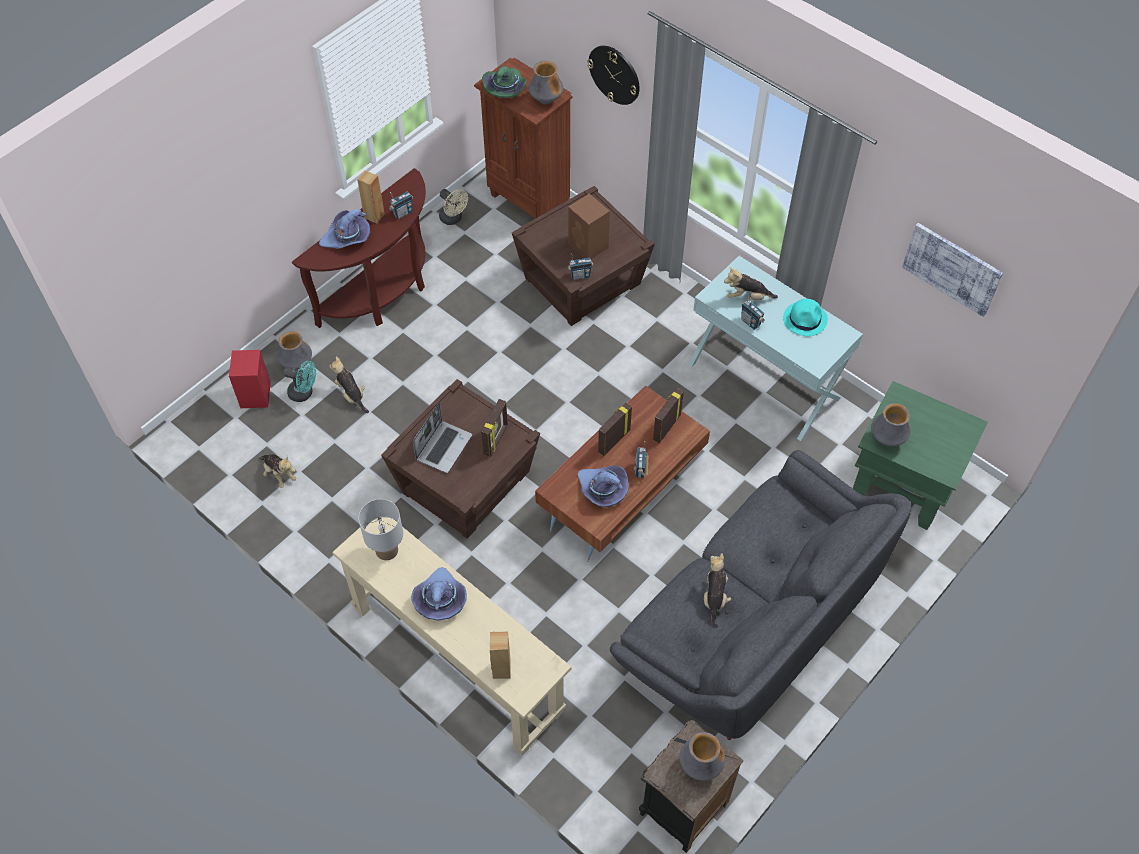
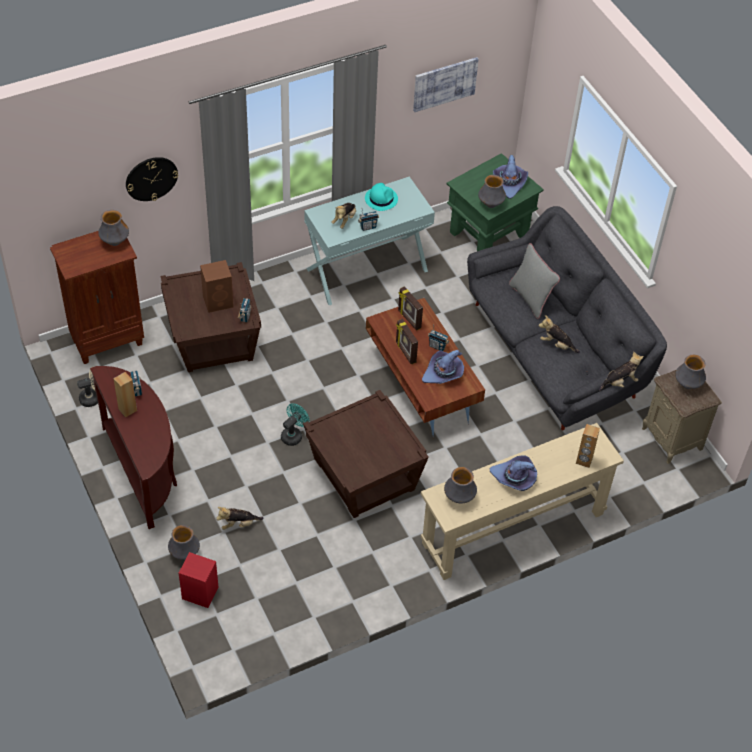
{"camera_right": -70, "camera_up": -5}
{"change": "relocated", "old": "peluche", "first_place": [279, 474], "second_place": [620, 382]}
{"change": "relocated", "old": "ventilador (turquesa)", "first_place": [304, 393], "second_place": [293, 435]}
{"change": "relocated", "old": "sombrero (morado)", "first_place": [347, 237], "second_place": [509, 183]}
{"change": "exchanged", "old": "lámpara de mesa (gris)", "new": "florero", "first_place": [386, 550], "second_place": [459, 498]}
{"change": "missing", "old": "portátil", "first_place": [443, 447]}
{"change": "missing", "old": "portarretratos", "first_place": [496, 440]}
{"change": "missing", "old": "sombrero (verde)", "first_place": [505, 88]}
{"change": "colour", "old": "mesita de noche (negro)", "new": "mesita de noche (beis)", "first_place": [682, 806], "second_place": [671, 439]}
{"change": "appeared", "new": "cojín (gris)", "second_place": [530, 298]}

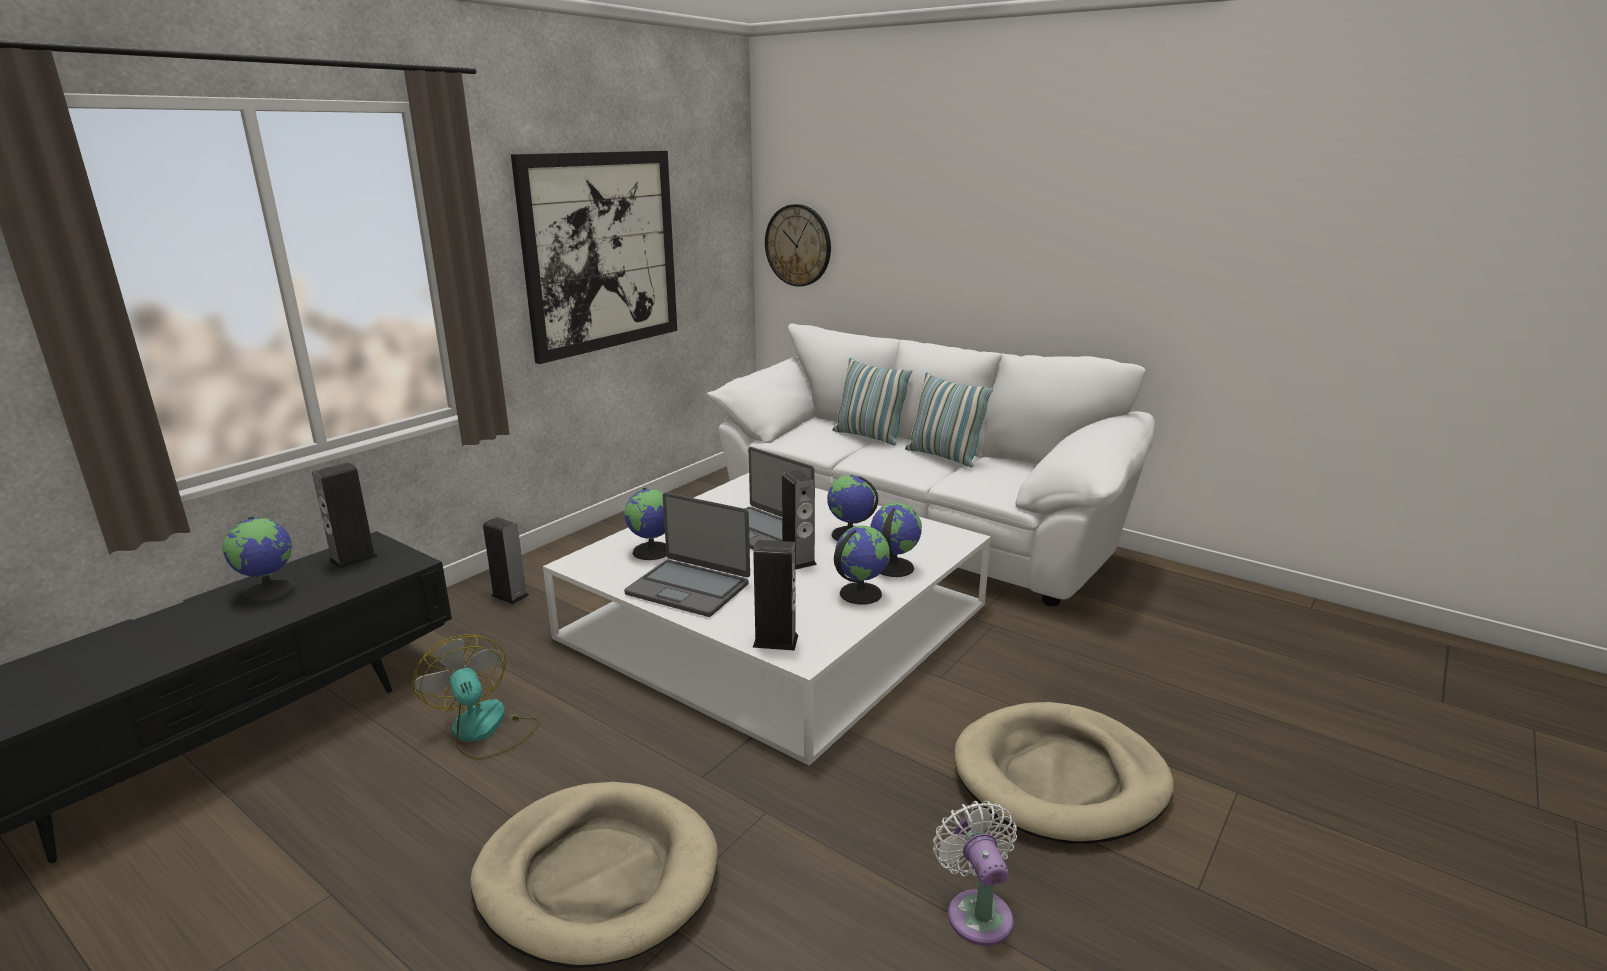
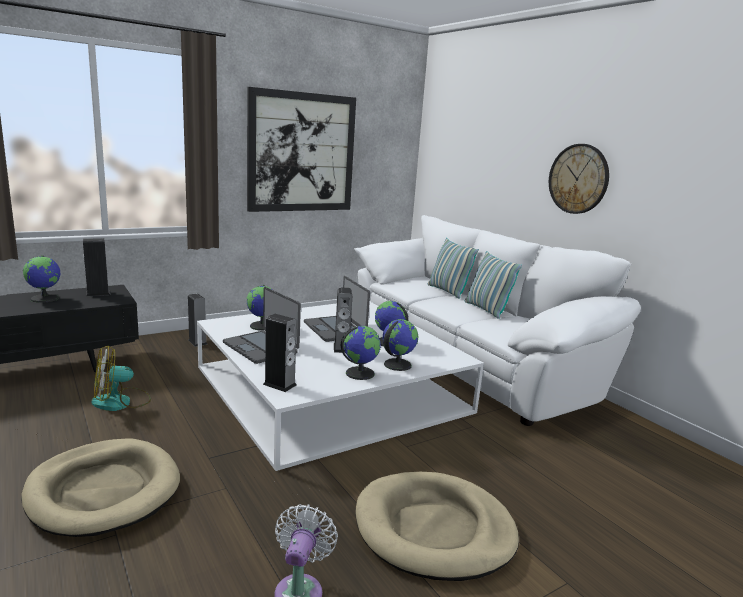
{"camera_right": 20, "camera_up": -5}
{"change": "spun", "old": "ventilador", "first_place": [484, 730], "second_place": [121, 402], "degrees": -105}
{"change": "relocated", "old": "reloj de pared", "first_place": [798, 245], "second_place": [578, 179]}

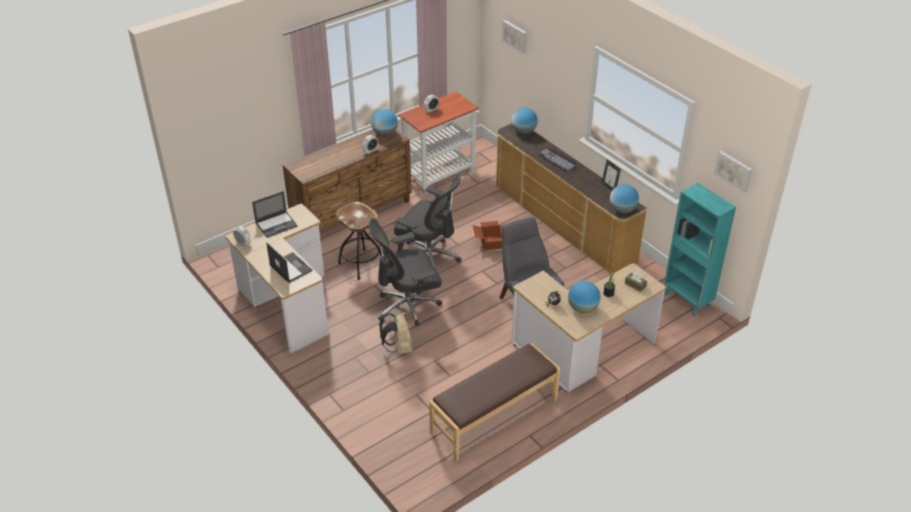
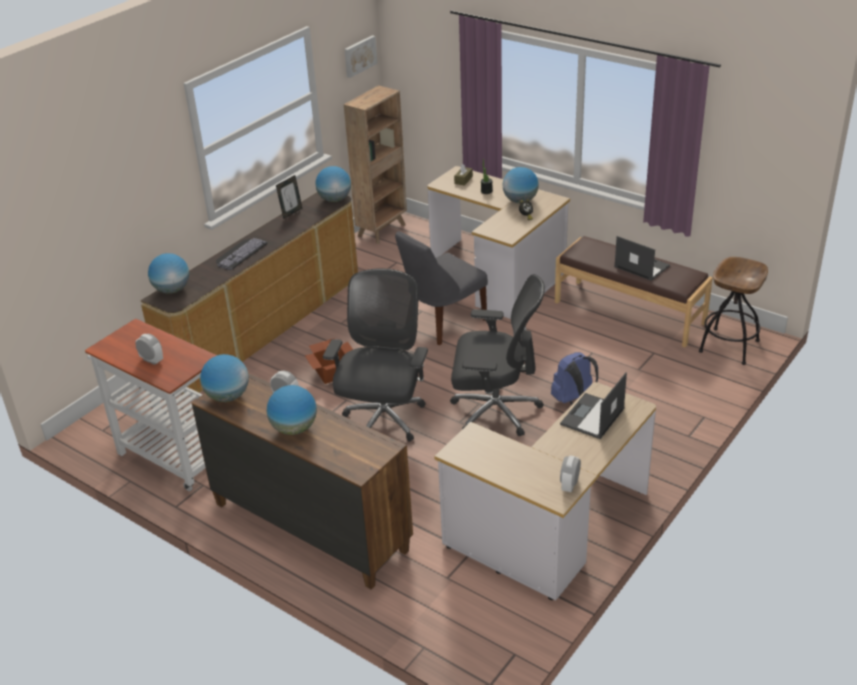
{"camera_right": -105, "camera_up": -5}
{"change": "relocated", "old": "portátil", "first_place": [276, 224], "second_place": [641, 266]}
{"change": "relocated", "old": "taburete (marrón)", "first_place": [361, 264], "second_place": [729, 346]}
{"change": "spun", "old": "silla de oficina", "first_place": [408, 306], "second_place": [494, 412], "degrees": -45}
{"change": "colour", "old": "mochila (beis)", "new": "mochila (azul)", "first_place": [398, 348], "second_place": [574, 401]}
{"change": "missing", "old": "cuadro", "first_place": [515, 36]}
{"change": "colour", "old": "estantería (turquesa)", "new": "estantería (marrón)", "first_place": [687, 300], "second_place": [382, 230]}
{"change": "appeared", "new": "globo terráqueo", "second_place": [294, 429]}

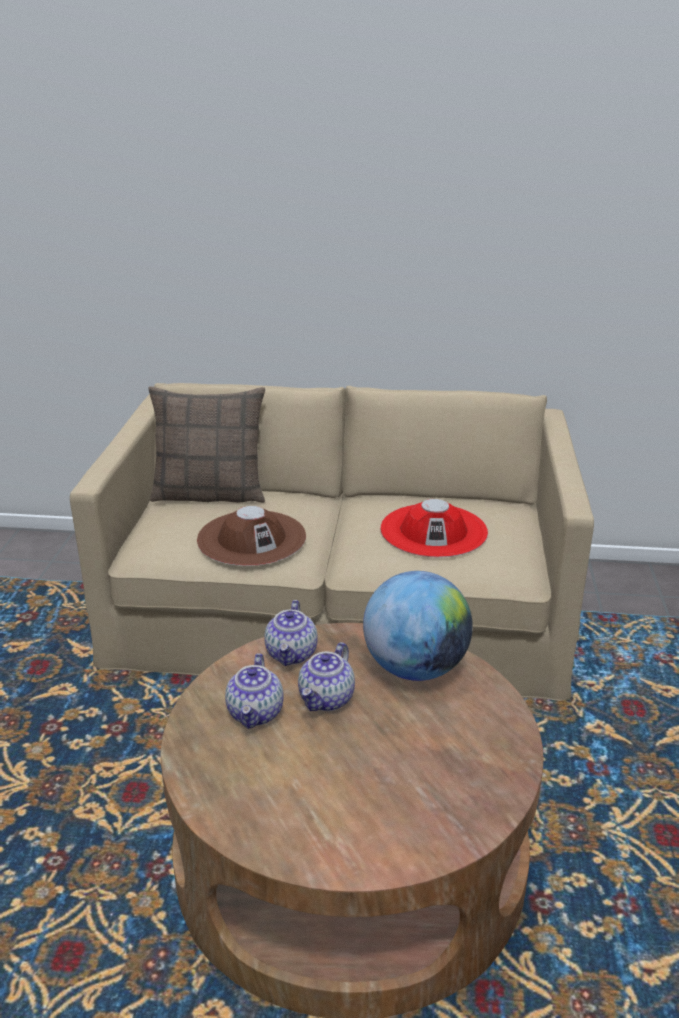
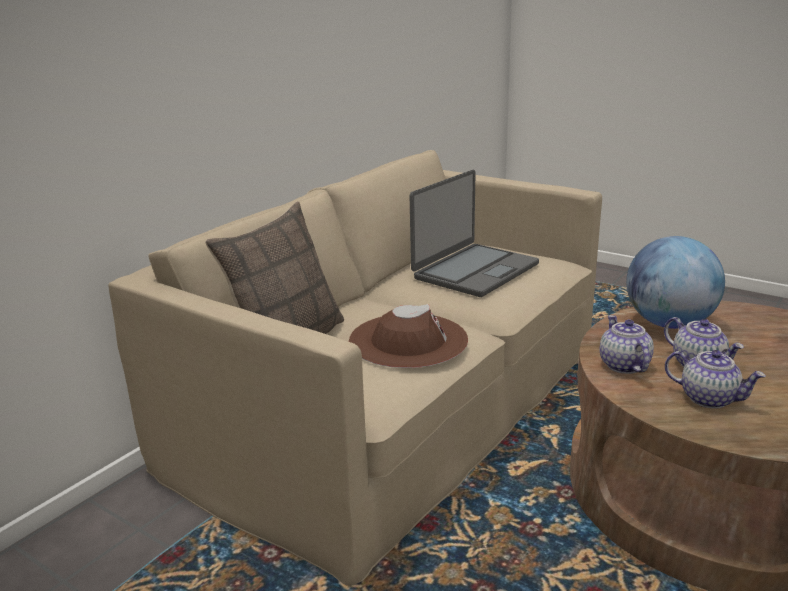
{"camera_right": -60, "camera_up": -5}
{"change": "spun", "old": "tetera", "first_place": [292, 654], "second_place": [623, 365], "degrees": -135}
{"change": "exchanged", "old": "sombrero (rojo)", "new": "portátil", "first_place": [433, 531], "second_place": [474, 271]}

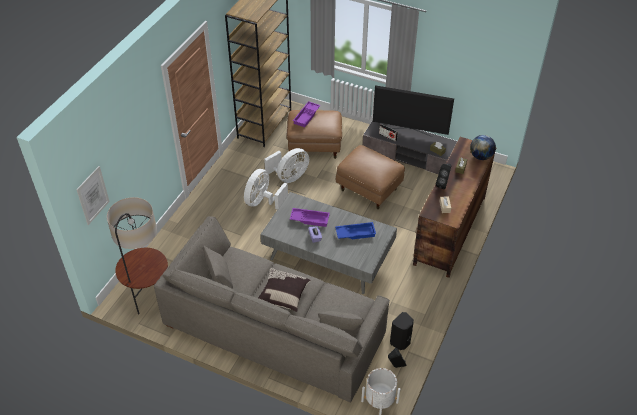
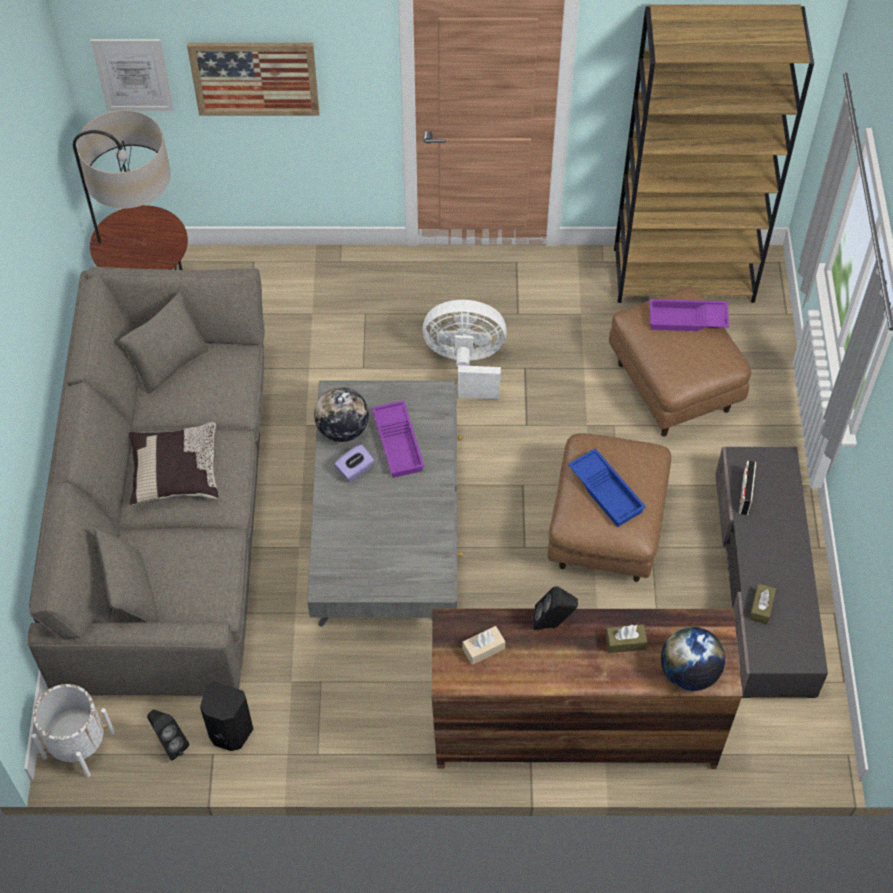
{"camera_right": 65, "camera_up": 10}
{"change": "missing", "old": "ventilador (blanco)", "first_place": [289, 177]}
{"change": "relocated", "old": "bandeja (azul)", "first_place": [355, 233], "second_place": [607, 491]}
{"change": "missing", "old": "televisor", "first_place": [409, 132]}
{"change": "appeared", "new": "cuadro", "second_place": [255, 78]}
{"change": "appeared", "new": "globo terráqueo", "second_place": [342, 430]}

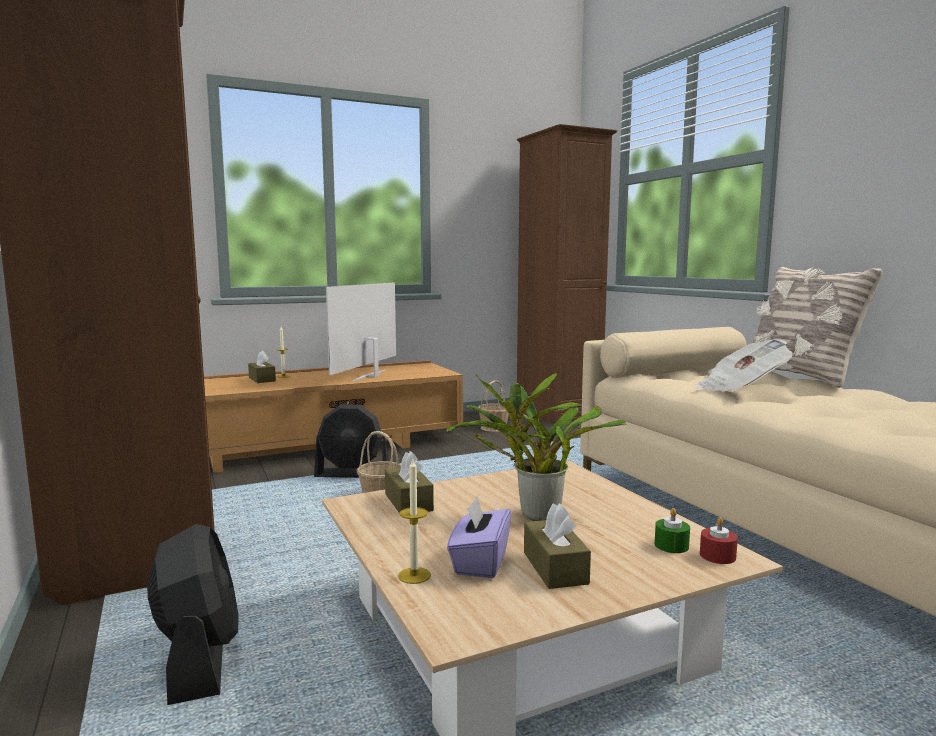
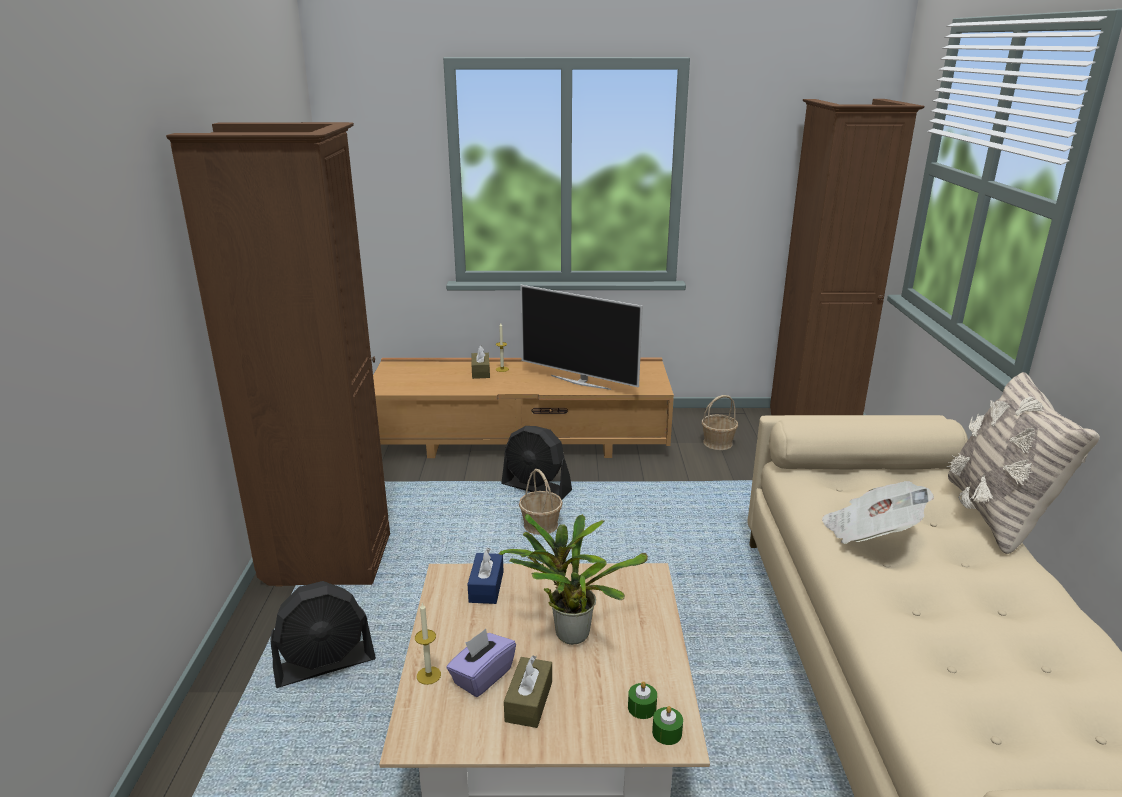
{"camera_right": 25, "camera_up": 15}
{"change": "spun", "old": "ventilador (negro)", "first_place": [199, 659], "second_place": [325, 664], "degrees": 60}
{"change": "spun", "old": "televisor", "first_place": [371, 376], "second_place": [581, 382], "degrees": -105}
{"change": "colour", "old": "caja de pañuelos (marrón)", "new": "caja de pañuelos (azul)", "first_place": [408, 502], "second_place": [486, 587]}
{"change": "colour", "old": "vela (rojo)", "new": "vela (verde)", "first_place": [717, 556], "second_place": [667, 733]}

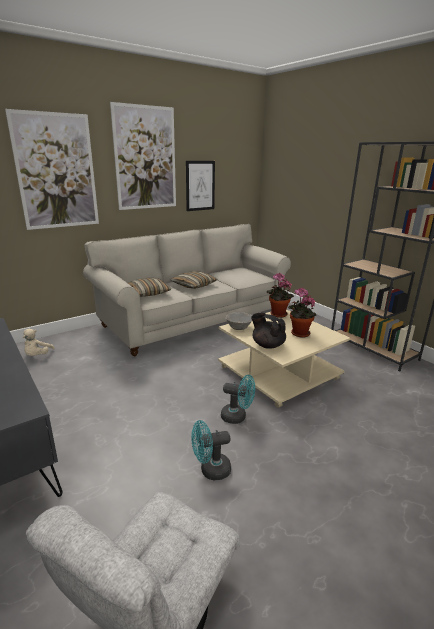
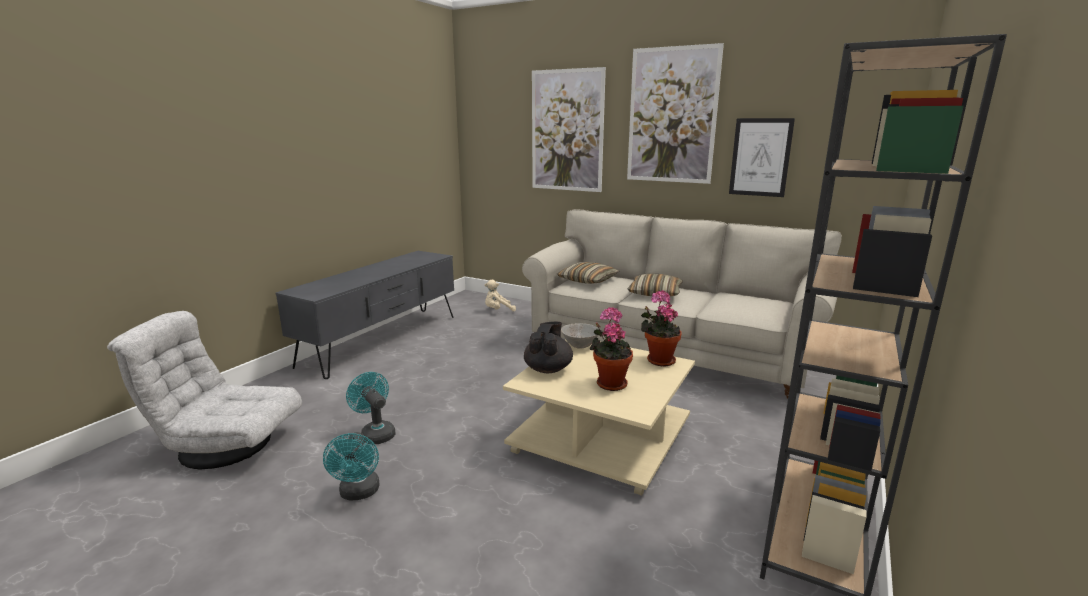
{"camera_right": 65, "camera_up": -5}
{"change": "relocated", "old": "ventilador (turquesa)", "first_place": [237, 417], "second_place": [359, 493]}

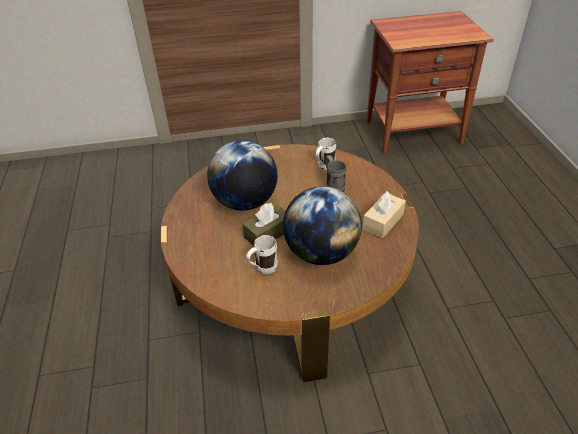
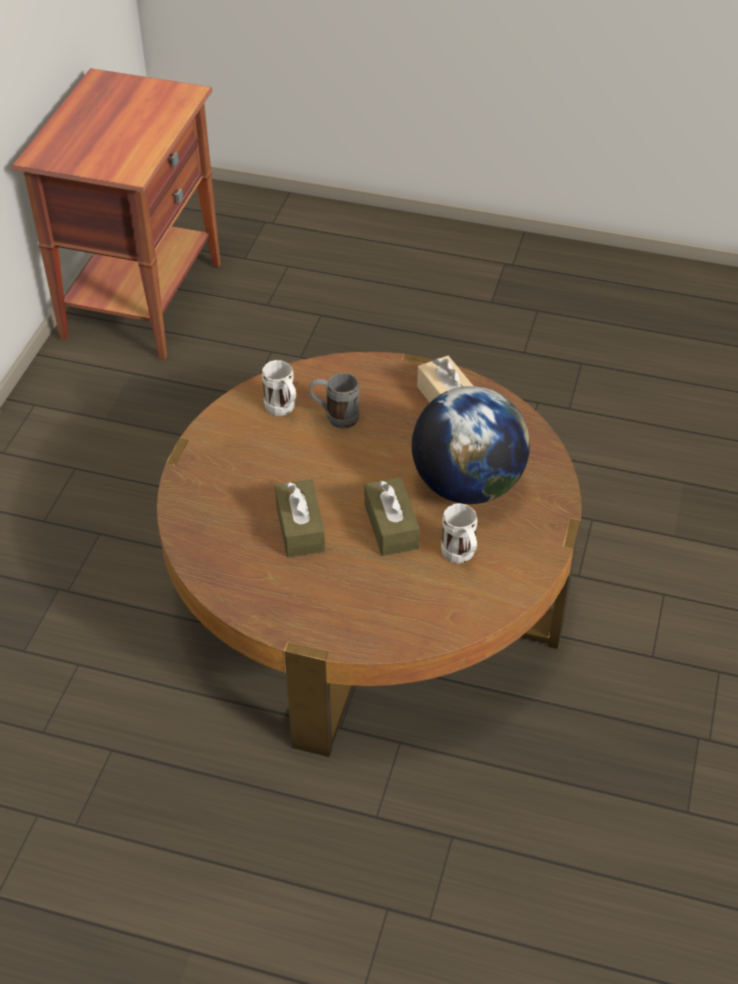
{"camera_right": -65, "camera_up": 5}
{"change": "exchanged", "old": "globo terráqueo", "new": "caja de pañuelos (marrón)", "first_place": [245, 202], "second_place": [300, 528]}

